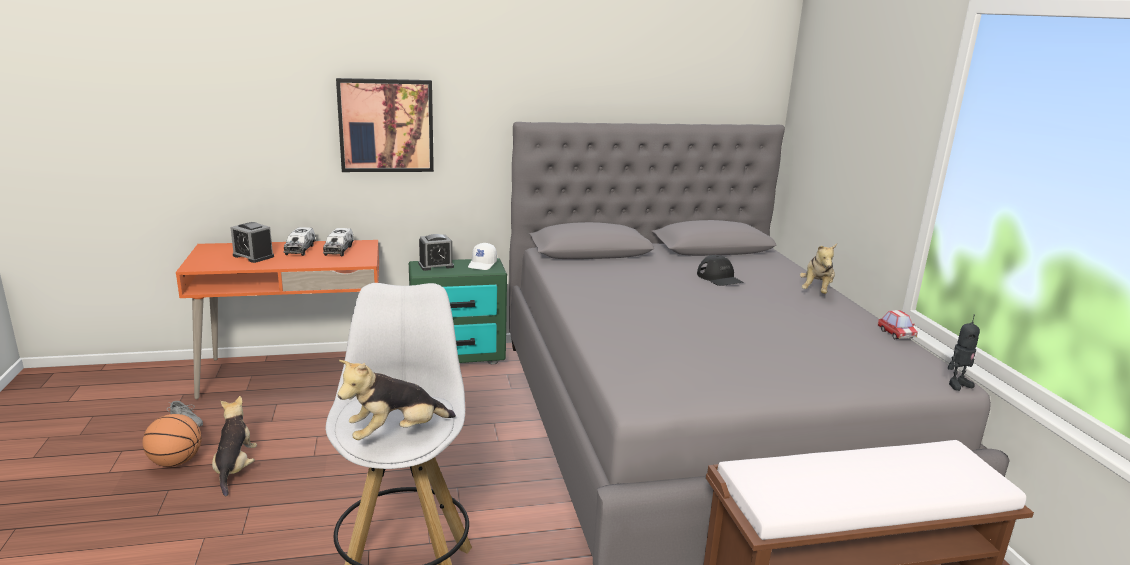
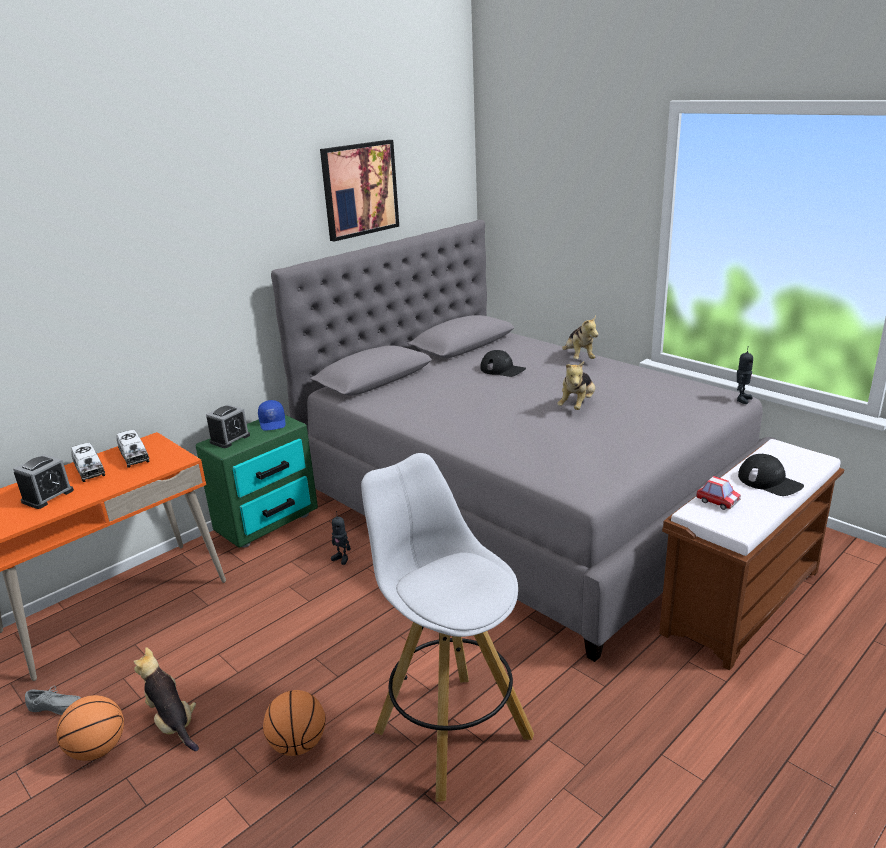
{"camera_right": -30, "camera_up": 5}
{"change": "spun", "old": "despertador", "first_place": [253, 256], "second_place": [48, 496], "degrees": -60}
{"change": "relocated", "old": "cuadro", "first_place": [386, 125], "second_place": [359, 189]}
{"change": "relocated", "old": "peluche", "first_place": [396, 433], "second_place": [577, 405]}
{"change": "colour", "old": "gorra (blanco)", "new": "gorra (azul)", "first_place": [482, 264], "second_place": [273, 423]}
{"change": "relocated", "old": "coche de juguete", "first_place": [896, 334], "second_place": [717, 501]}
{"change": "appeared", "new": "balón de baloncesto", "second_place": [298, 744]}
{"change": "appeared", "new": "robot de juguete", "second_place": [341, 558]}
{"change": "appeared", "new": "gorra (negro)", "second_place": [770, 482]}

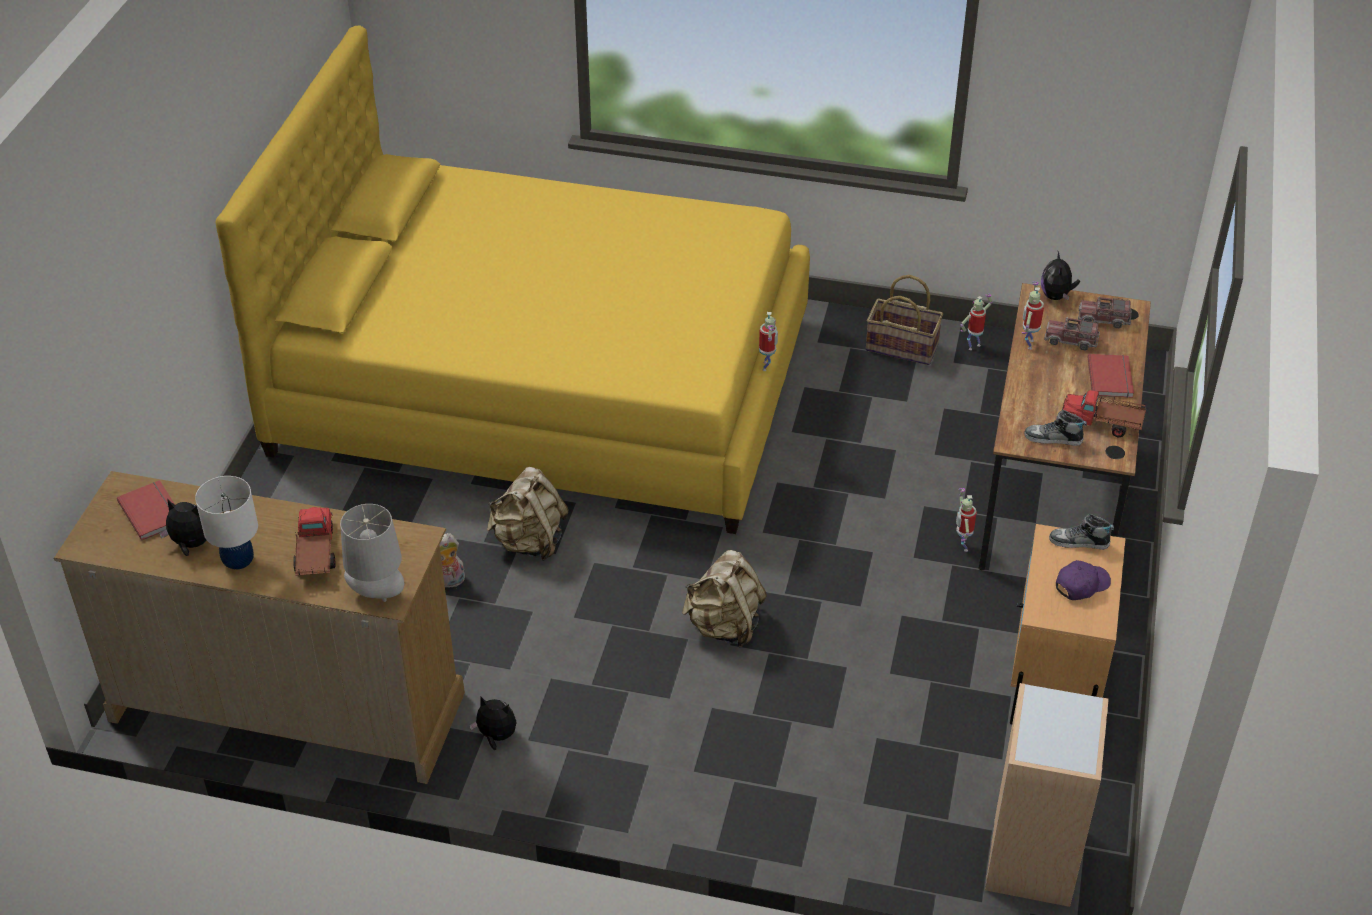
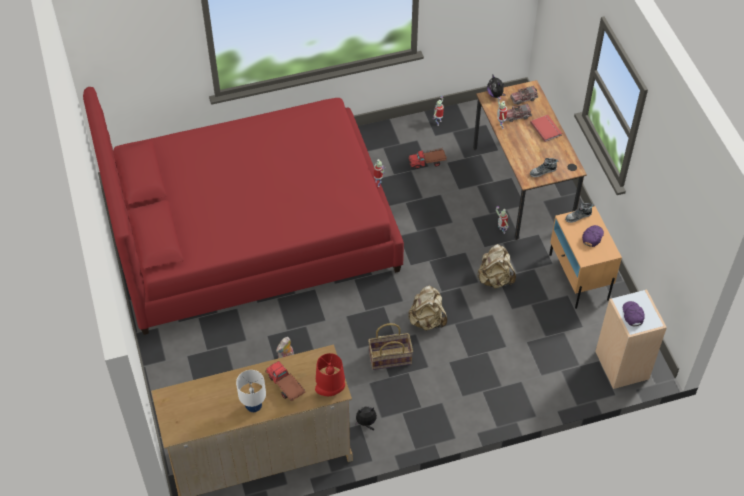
{"camera_right": -30, "camera_up": 10}
{"change": "missing", "old": "libro (rojo)", "first_place": [153, 511]}
{"change": "missing", "old": "peluche", "first_place": [190, 545]}
{"change": "colour", "old": "cama (amarillo)", "new": "cama (rojo)", "first_place": [543, 384], "second_place": [251, 232]}
{"change": "colour", "old": "lámpara de mesa (gris)", "new": "lámpara de mesa (rojo)", "first_place": [378, 594], "second_place": [330, 391]}
{"change": "relocated", "old": "mochila (beis)", "first_place": [530, 542], "second_place": [494, 279]}
{"change": "relocated", "old": "cesta", "first_place": [902, 347], "second_place": [390, 357]}
{"change": "relocated", "old": "camión de juguete", "first_place": [1102, 423], "second_place": [427, 162]}
{"change": "appeared", "new": "gorra (morado)", "second_place": [632, 315]}

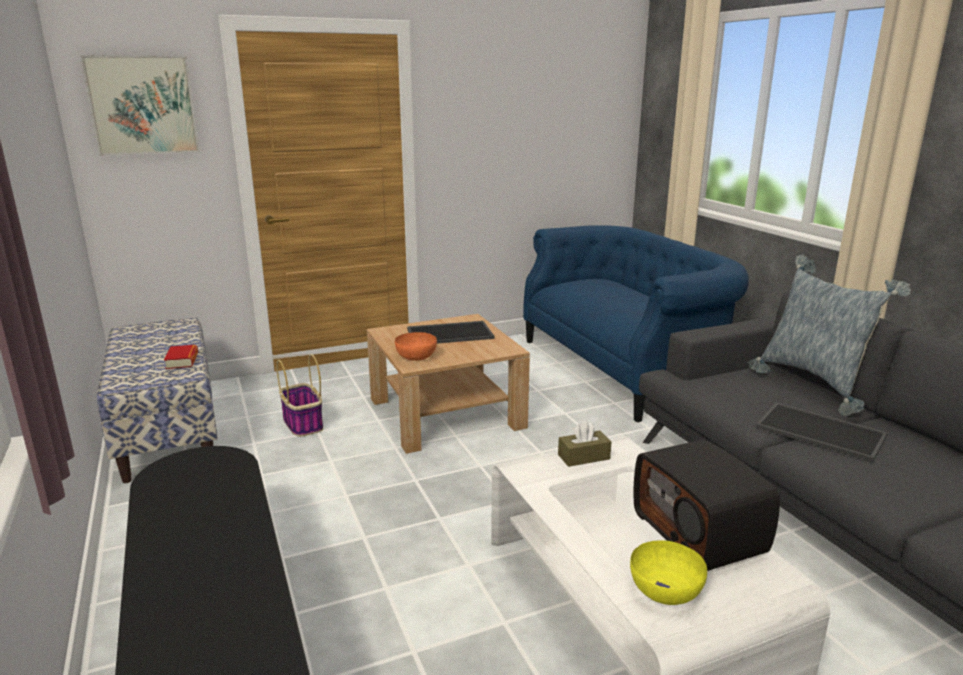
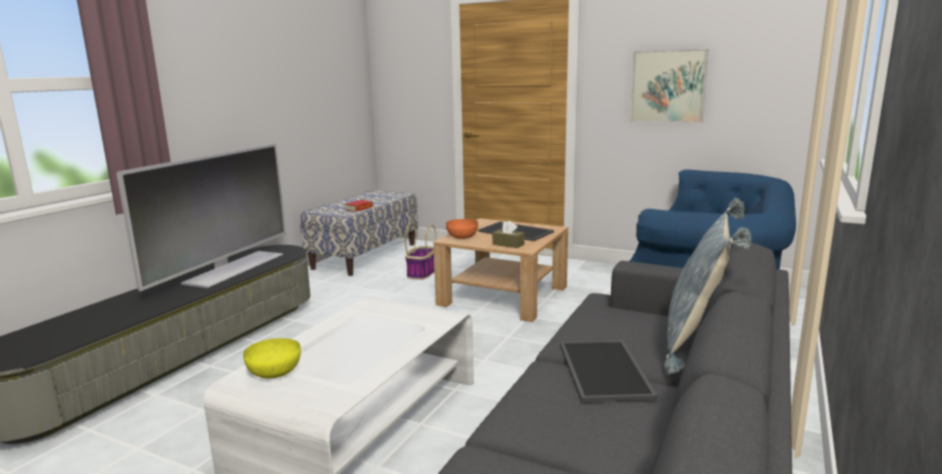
{"camera_right": 50, "camera_up": -5}
{"change": "relocated", "old": "cuadro", "first_place": [142, 105], "second_place": [668, 86]}
{"change": "relocated", "old": "caja de pañuelos (marrón)", "first_place": [583, 457], "second_place": [508, 244]}
{"change": "missing", "old": "radio", "first_place": [700, 532]}
{"change": "appeared", "new": "televisor", "second_place": [233, 268]}

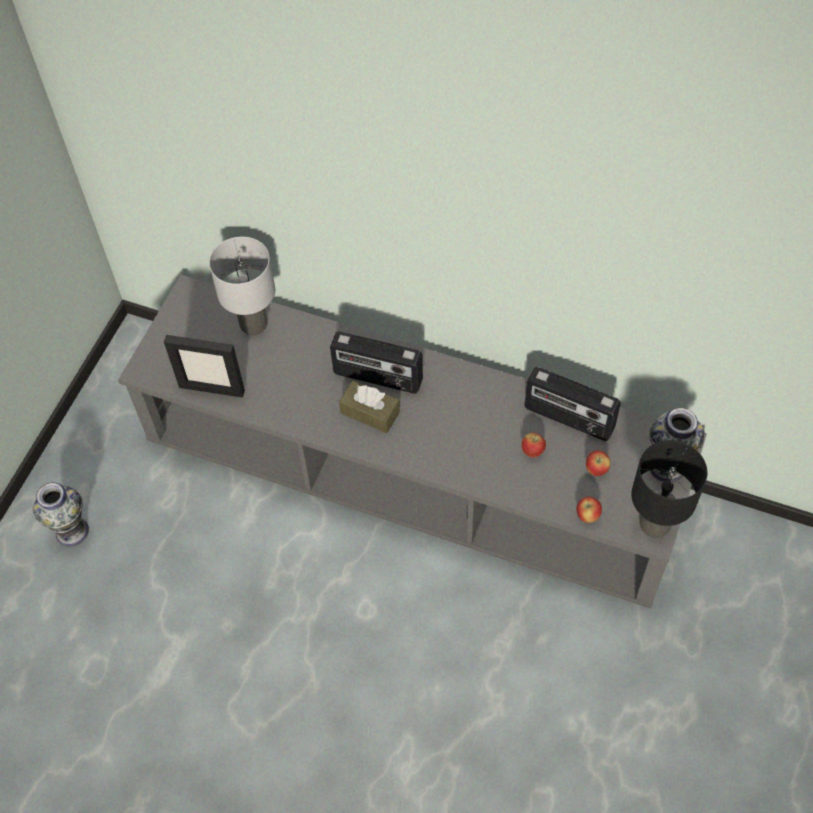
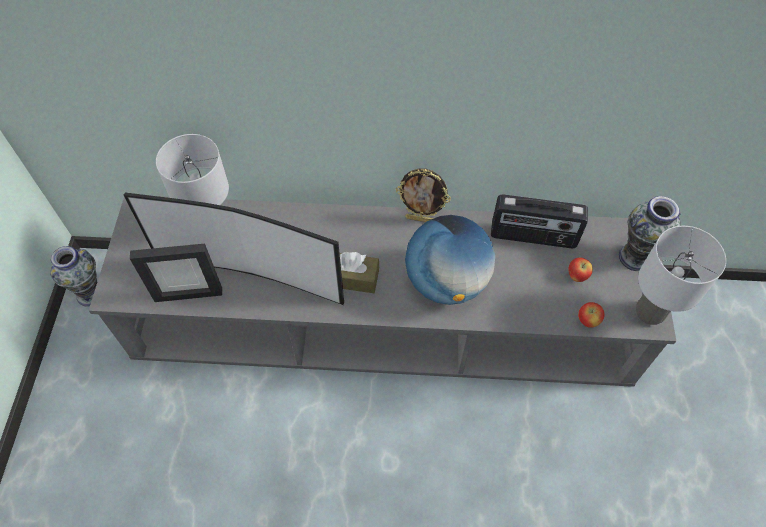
{"camera_right": -20, "camera_up": 0}
{"change": "relocated", "old": "florero", "first_place": [72, 531], "second_place": [91, 293]}
{"change": "missing", "old": "radio", "first_place": [377, 378]}
{"change": "missing", "old": "manzana", "first_place": [532, 452]}
{"change": "colour", "old": "lámpara de mesa (negro)", "new": "lámpara de mesa (blanco)", "first_place": [653, 524], "second_place": [647, 312]}
{"change": "appeared", "new": "televisor", "second_place": [251, 274]}
{"change": "appeared", "new": "portarretratos", "second_place": [421, 219]}
{"change": "appeared", "new": "globo terráqueo", "second_place": [446, 282]}

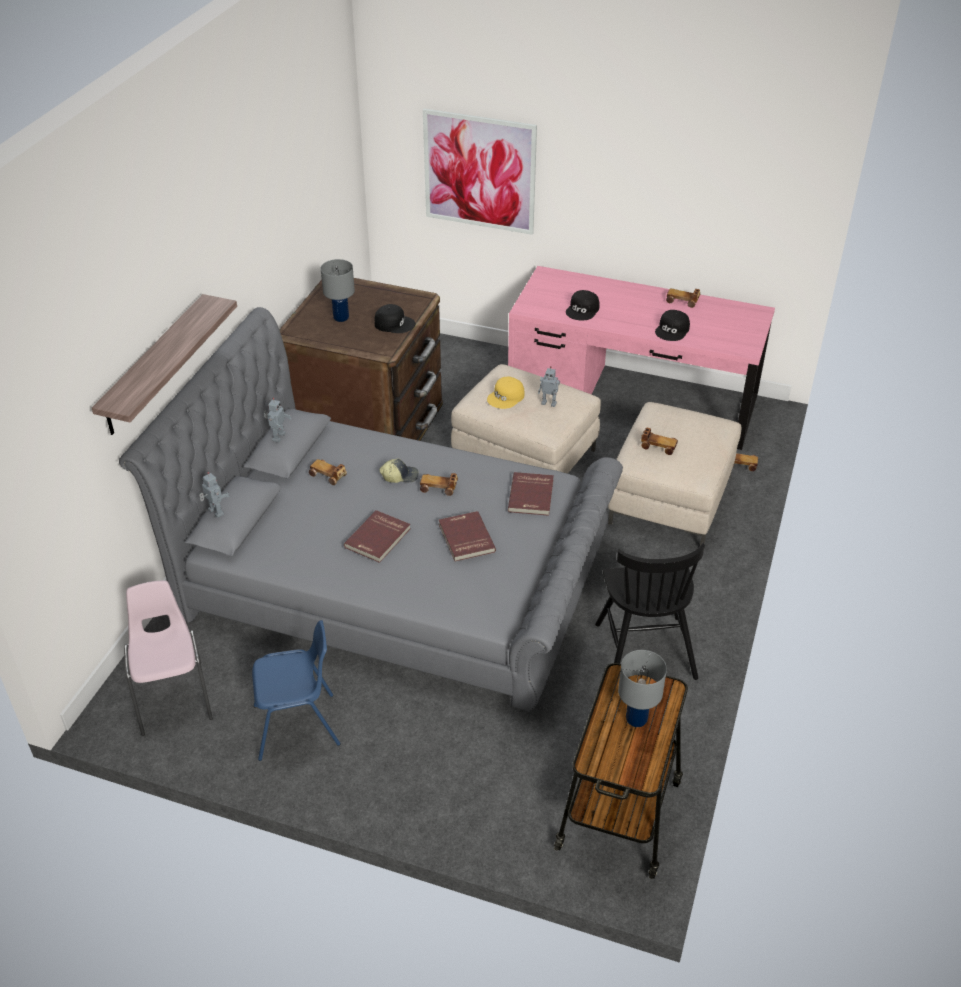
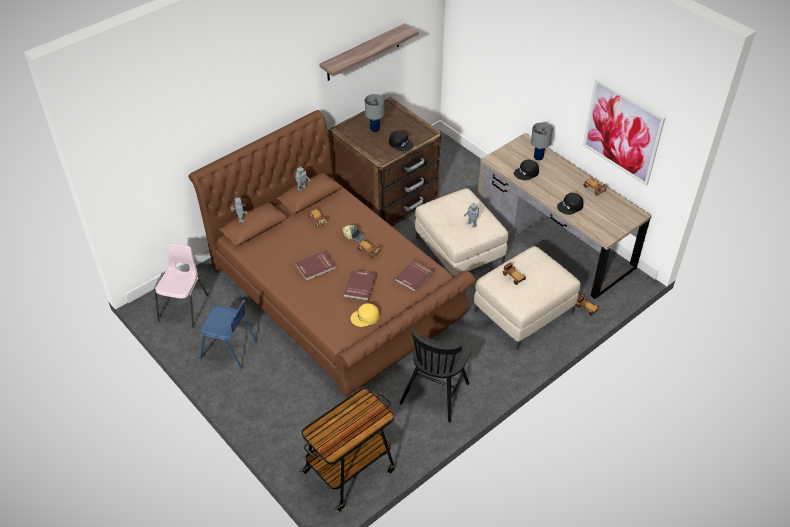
{"camera_right": 30, "camera_up": 5}
{"change": "relocated", "old": "estante", "first_place": [154, 365], "second_place": [363, 52]}
{"change": "colour", "old": "cama (gris)", "new": "cama (marrón)", "first_place": [394, 574], "second_place": [335, 290]}
{"change": "relocated", "old": "cuadro", "first_place": [479, 172], "second_place": [622, 131]}
{"change": "relocated", "old": "gorra (amarillo)", "first_place": [506, 397], "second_place": [365, 317]}
{"change": "colour", "old": "escritorio (rosa)", "new": "escritorio (marrón)", "first_place": [632, 399], "second_place": [554, 239]}
{"change": "relocated", "old": "lámpara de mesa (gris)", "first_place": [636, 721], "second_place": [538, 158]}

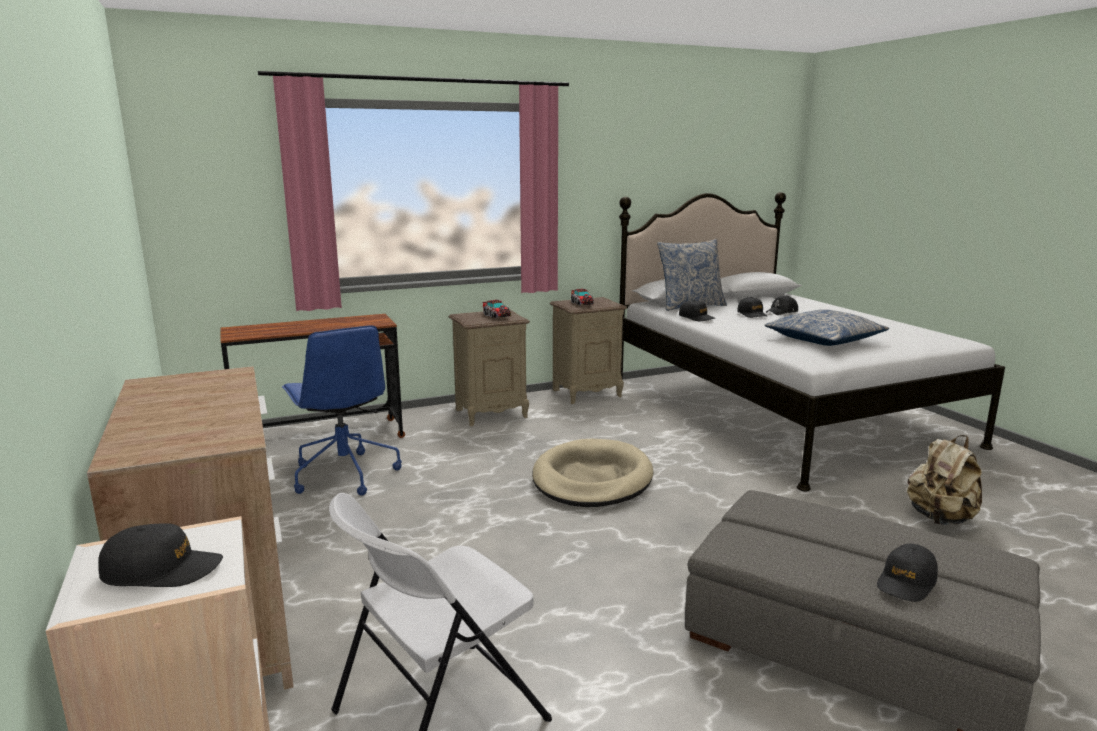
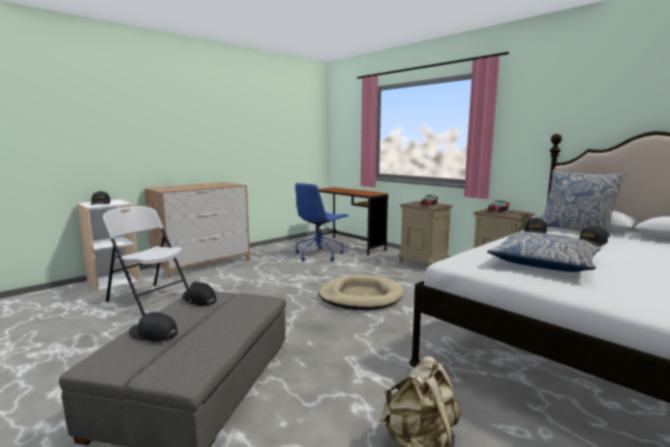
{"camera_right": 70, "camera_up": -5}
{"change": "relocated", "old": "gorra (negro)", "first_place": [782, 312], "second_place": [198, 300]}

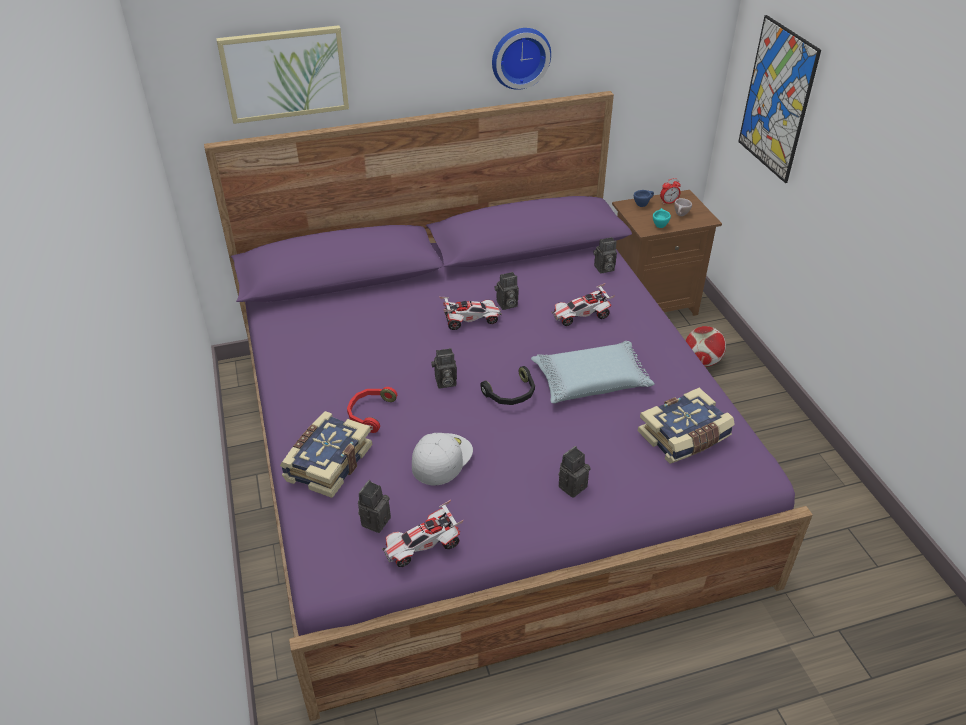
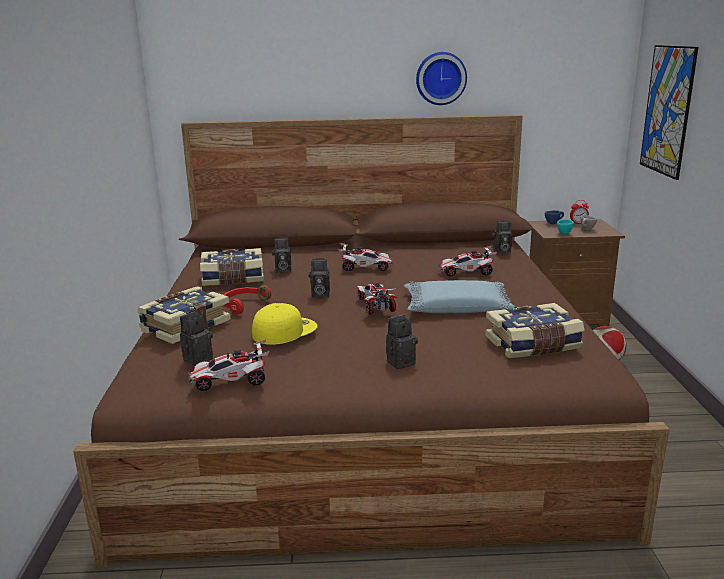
{"camera_right": 15, "camera_up": -20}
{"change": "colour", "old": "cama (morado)", "new": "cama (marrón)", "first_place": [483, 457], "second_place": [364, 401]}
{"change": "missing", "old": "cuadro", "first_place": [285, 73]}
{"change": "colour", "old": "gorra (blanco)", "new": "gorra (amarillo)", "first_place": [441, 458], "second_place": [284, 330]}
{"change": "exchanged", "old": "auriculares (negro)", "new": "coche de juguete", "first_place": [511, 394], "second_place": [375, 305]}
{"change": "relocated", "old": "cámara", "first_place": [506, 304], "second_place": [282, 270]}
{"change": "appeared", "new": "libro", "second_place": [233, 278]}

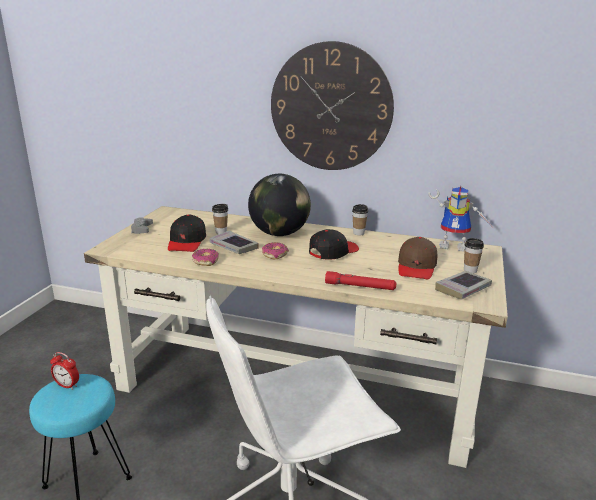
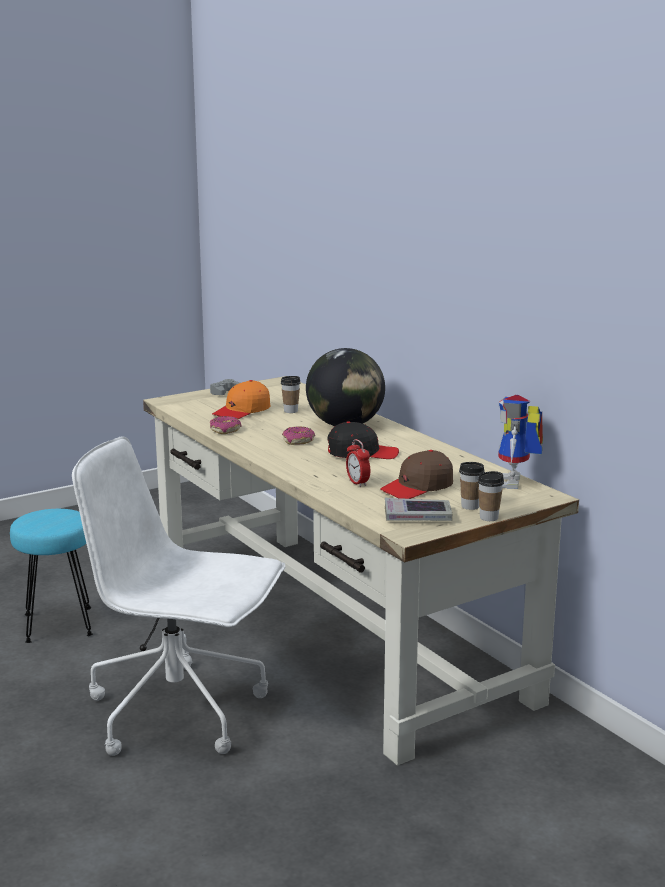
{"camera_right": 40, "camera_up": -5}
{"change": "relocated", "old": "despertador", "first_place": [67, 385], "second_place": [357, 483]}
{"change": "colour", "old": "gorra (negro)", "new": "gorra (naranja)", "first_place": [187, 242], "second_place": [242, 411]}
{"change": "missing", "old": "libro", "first_place": [233, 246]}
{"change": "missing", "old": "reloj de pared", "first_place": [331, 107]}
{"change": "missing", "old": "linterna (rojo)", "first_place": [360, 286]}
{"change": "relocated", "old": "taza", "first_place": [358, 233], "second_place": [489, 518]}
{"change": "spun", "old": "robot de juguete", "first_place": [455, 246], "second_place": [516, 484], "degrees": 45}

